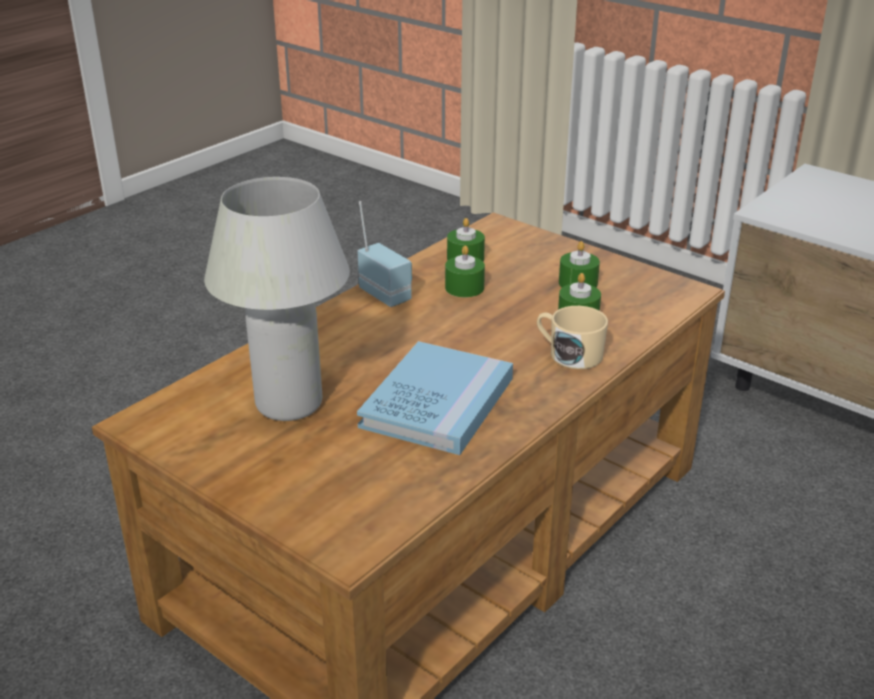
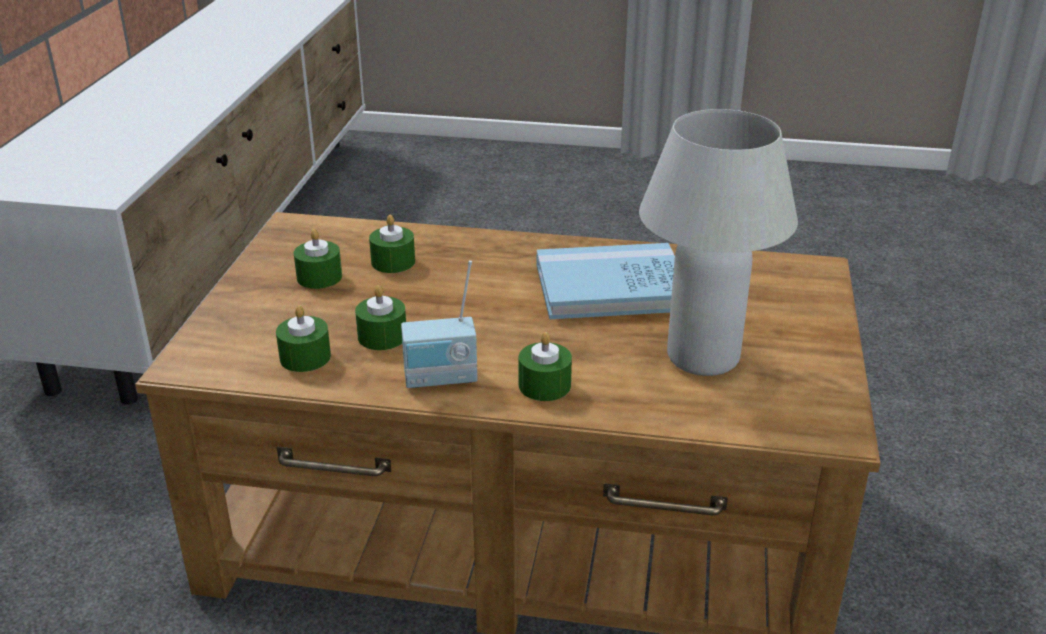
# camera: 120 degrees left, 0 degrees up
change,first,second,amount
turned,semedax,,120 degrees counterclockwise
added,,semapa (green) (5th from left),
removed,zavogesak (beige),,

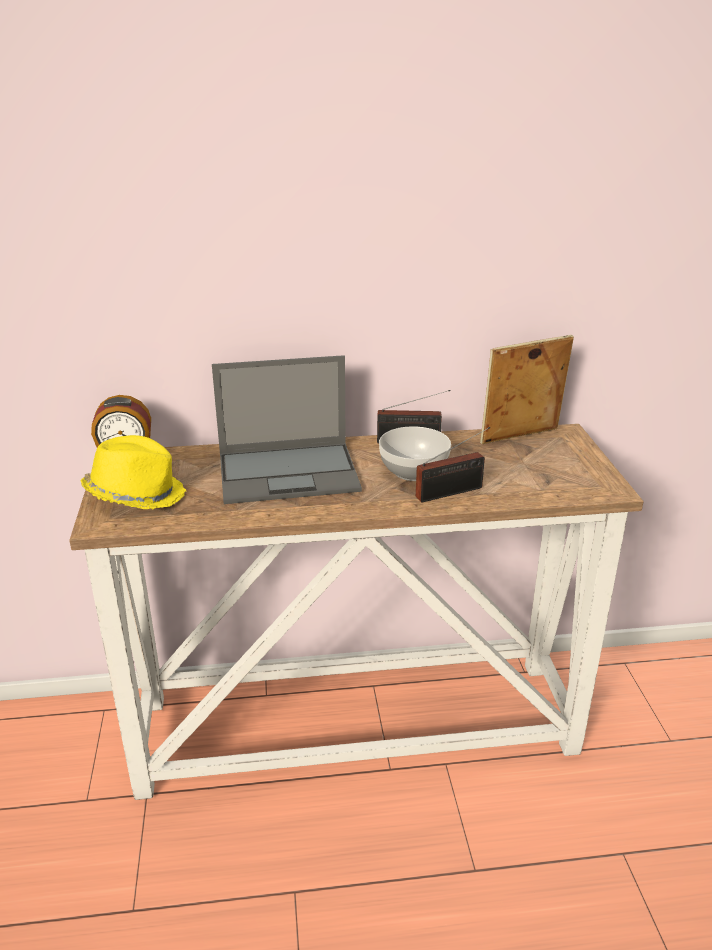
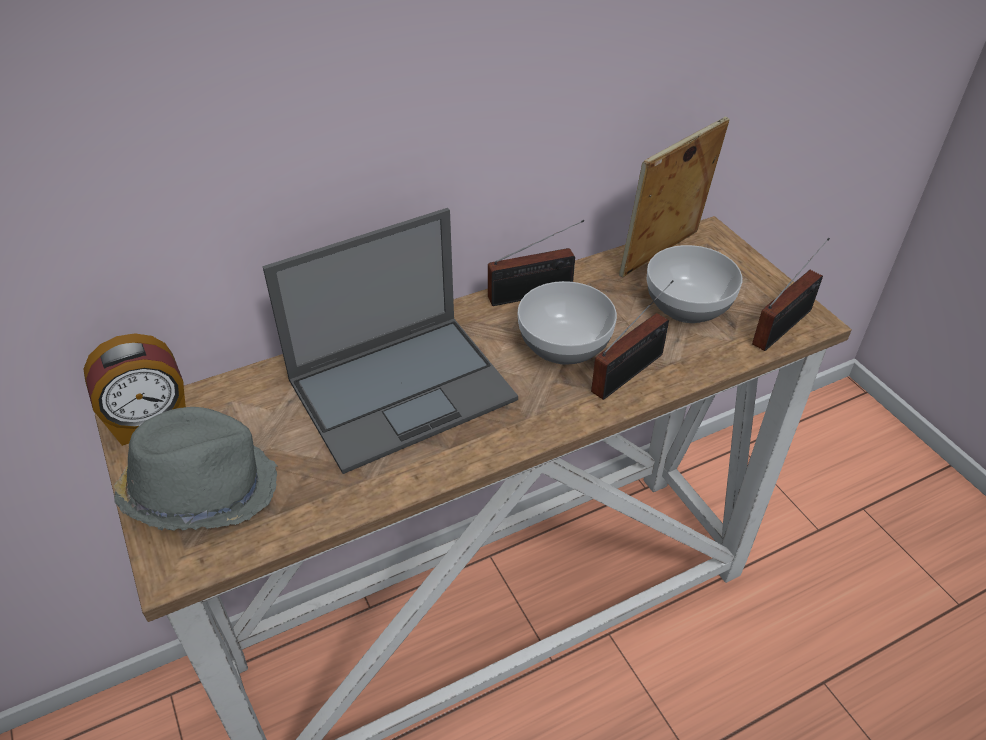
# camera: 20 degrees left, 15 degrees up
change,first,second,amount
recoloured,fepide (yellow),fepide (grey),
added,,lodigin (2nd from left),
added,,semedax (3rd from left),

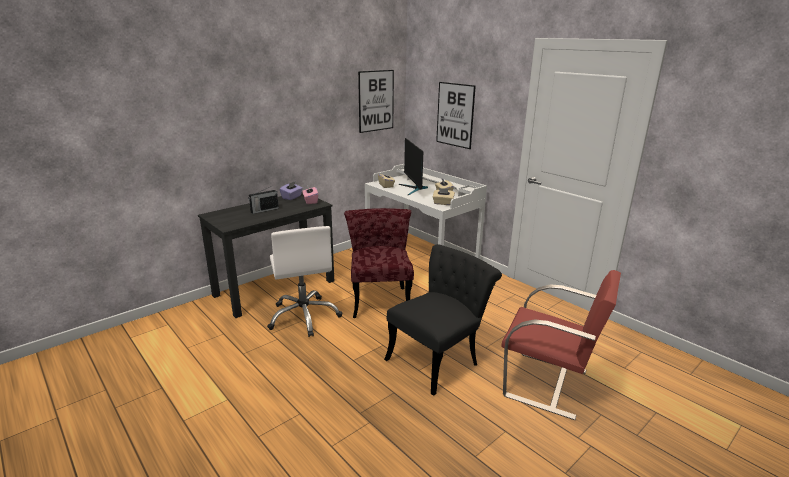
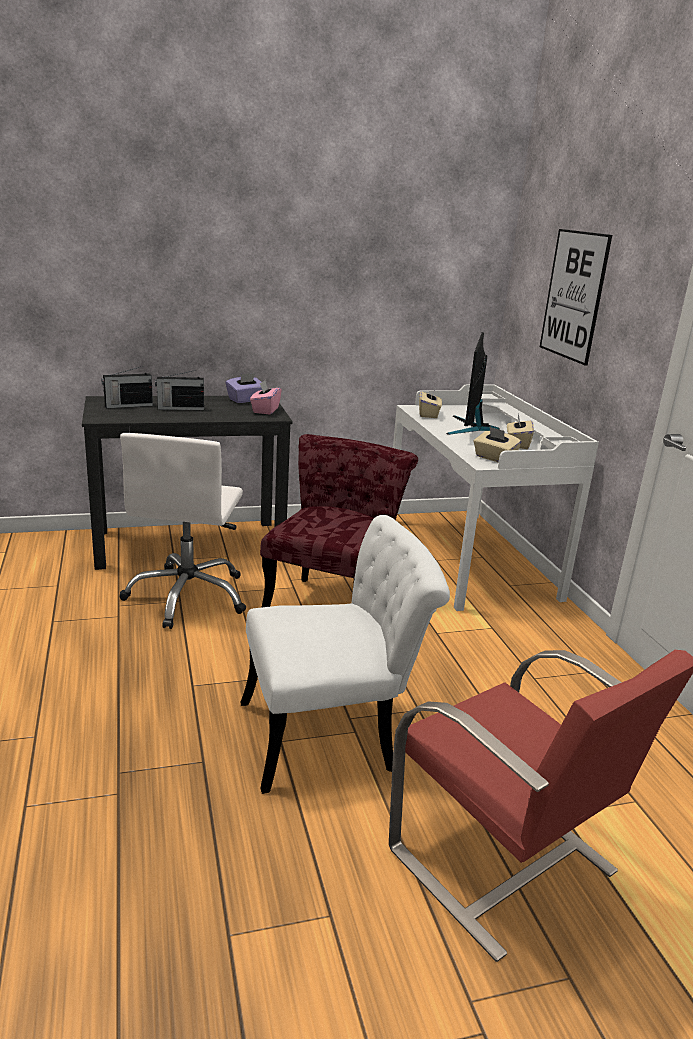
# camera: 25 degrees right, 0 degrees up
change,first,second,amount
added,,semedax (1st from left),
recoloured,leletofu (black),leletofu (white),
removed,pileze (1st from left),,

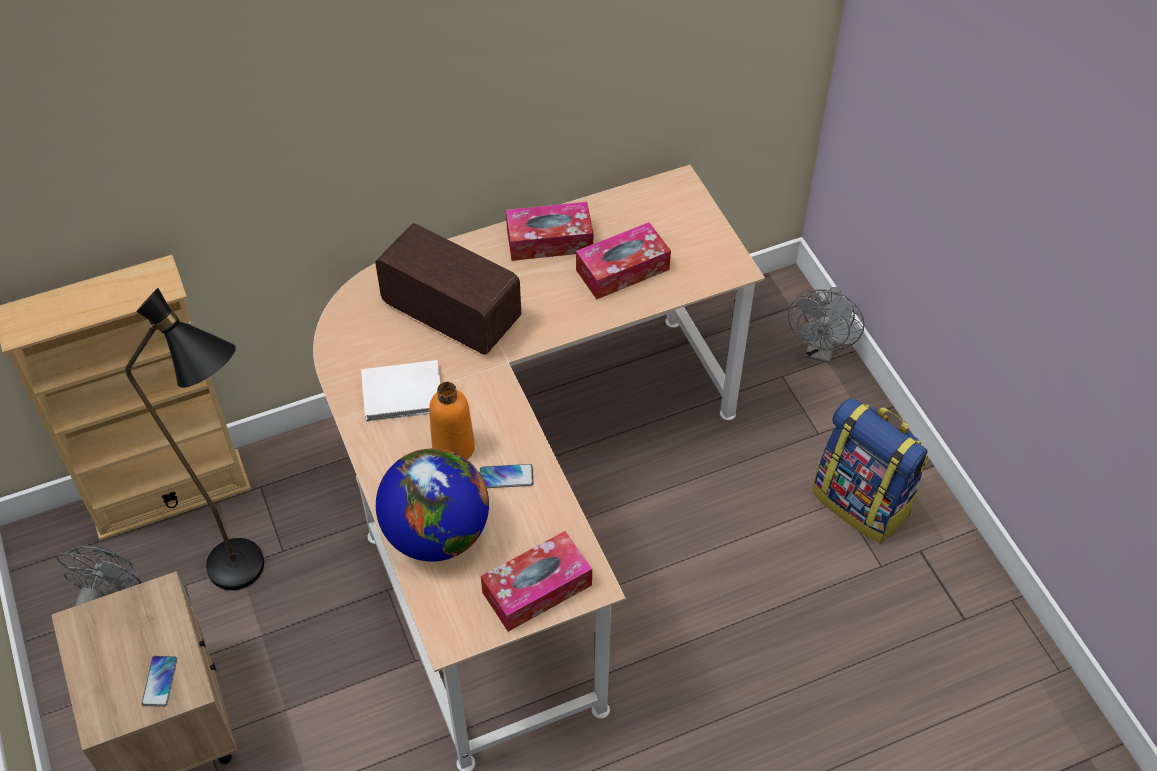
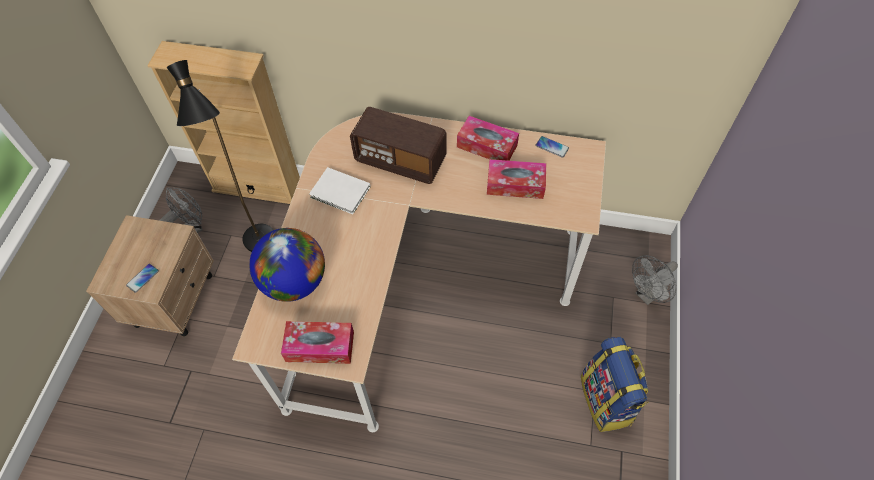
# camera: 35 degrees right, 5 degrees up
change,first,second,amount
turned,semedax,,135 degrees clockwise
moved,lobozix (2nd from left),,
removed,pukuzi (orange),,

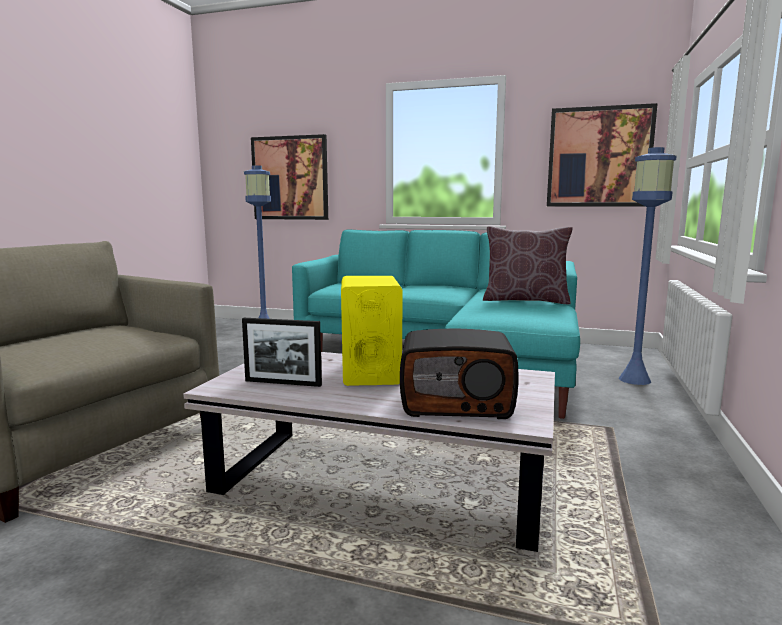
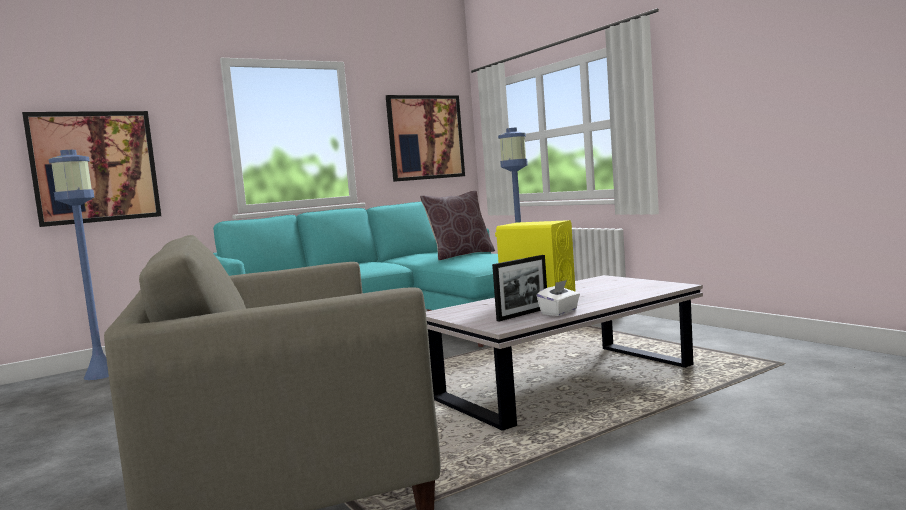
# camera: 50 degrees left, 5 degrees down
change,first,second,amount
added,,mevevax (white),
removed,semedax,,

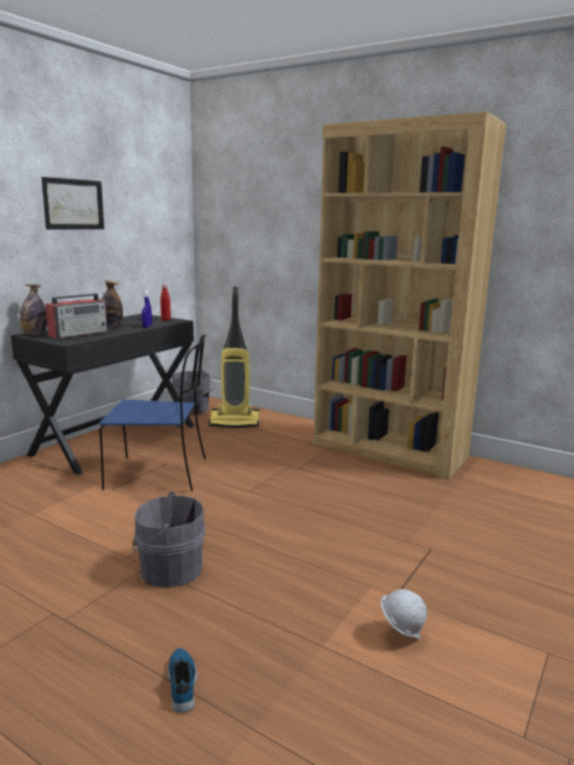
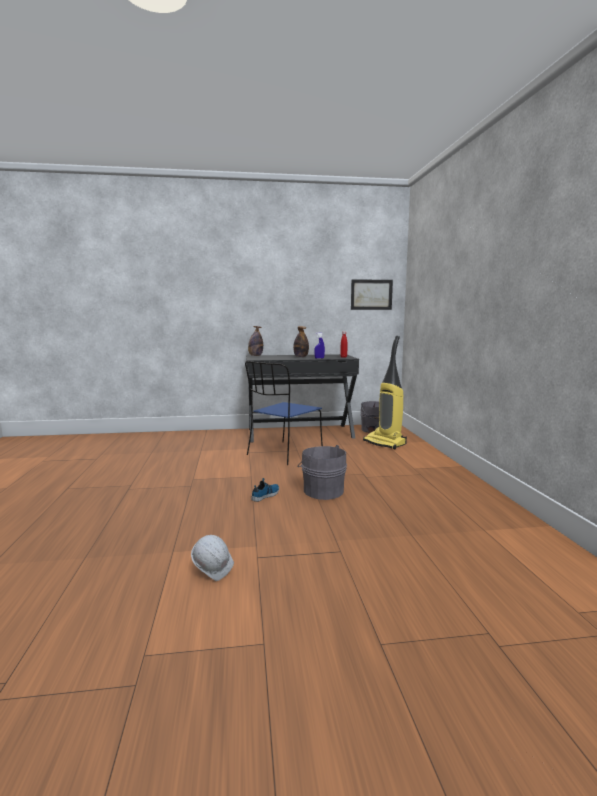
# camera: 50 degrees right, 5 degrees down
change,first,second,amount
turned,leletofu (blue),,75 degrees clockwise
moved,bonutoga,,
moved,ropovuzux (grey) (1st from left),,
moved,pileze,,
removed,semedax,,
removed,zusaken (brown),,

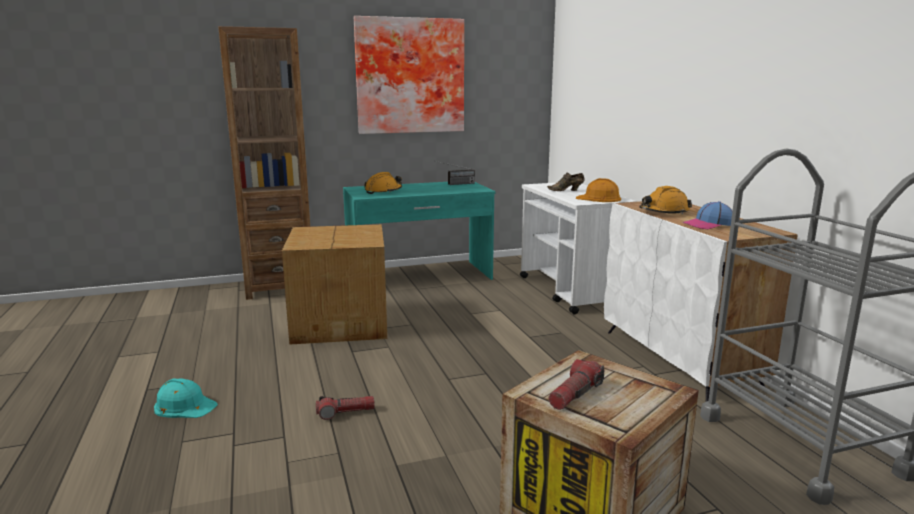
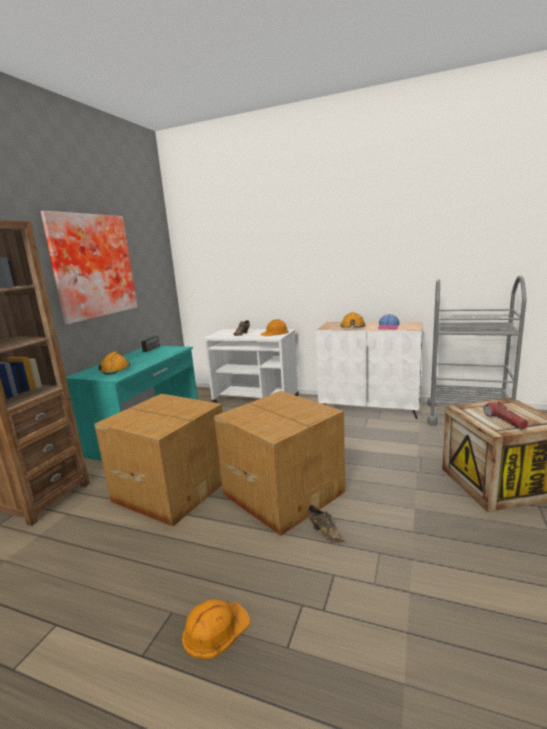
# camera: 50 degrees left, 0 degrees up
change,first,second,amount
recoloured,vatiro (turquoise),vatiro (orange) (2nd from left),
added,,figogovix (2nd from left),
replaced,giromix (1st from left),bonutoga (brown) (2nd from left),

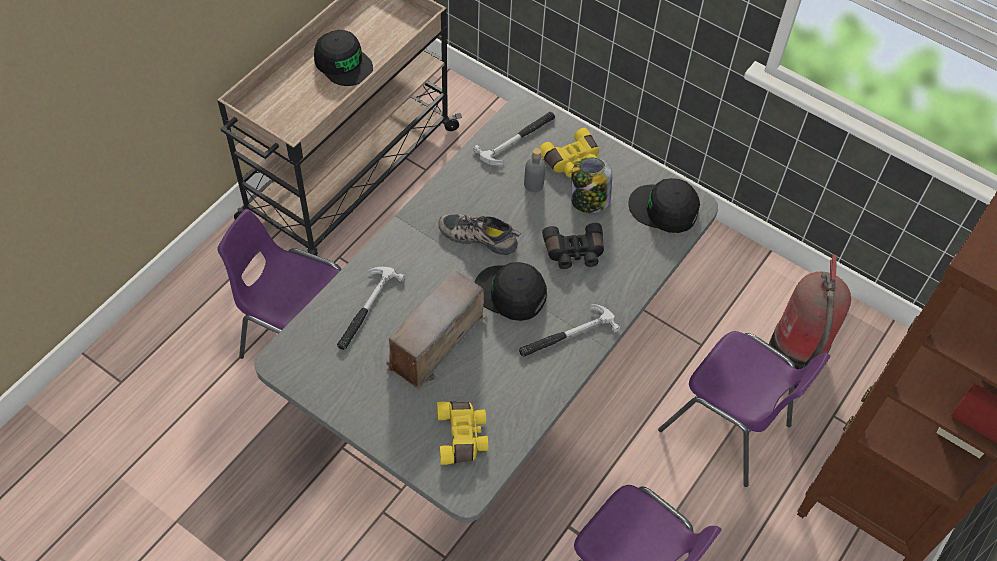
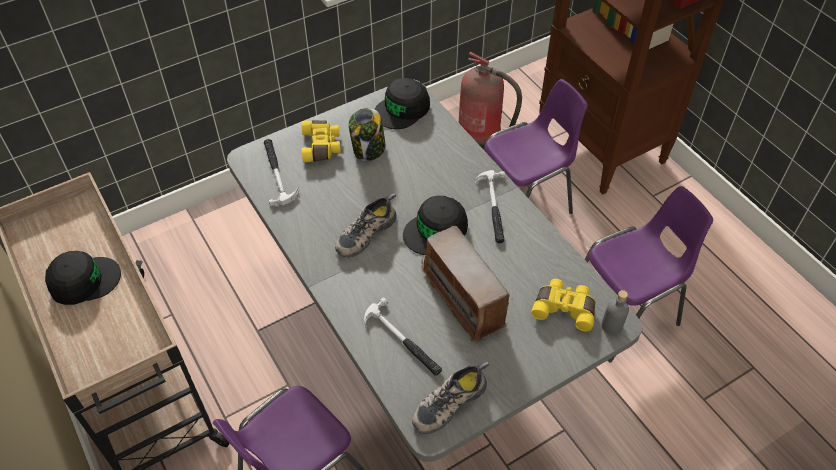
# camera: 65 degrees left, 5 degrees down
change,first,second,amount
added,,bonutoga (2nd from left),
moved,pukuzi (grey),,
removed,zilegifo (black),,

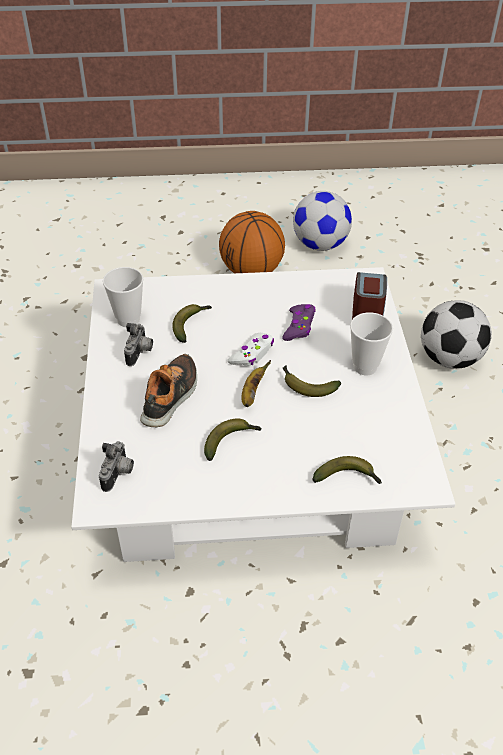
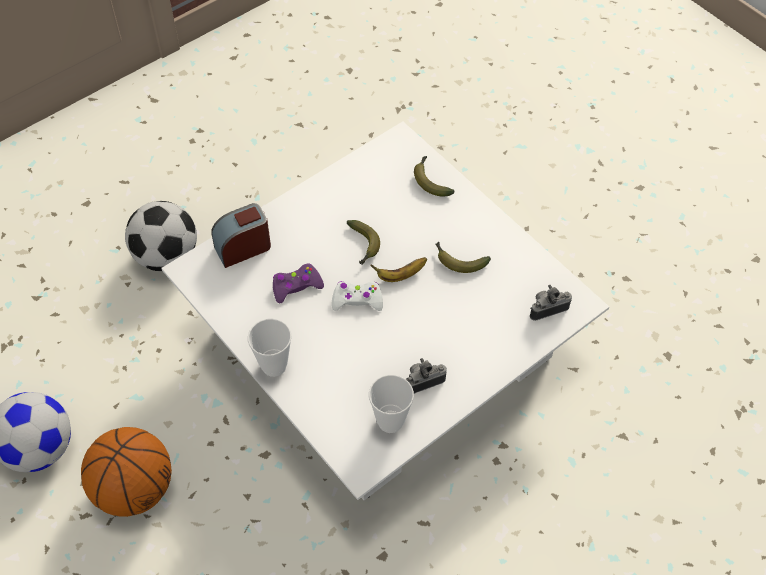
# camera: 125 degrees left, 10 degrees up
change,first,second,amount
moved,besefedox (2nd from left in the first image),besefedox (1st from left),
removed,bonutoga,,
removed,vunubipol (1st from left),,

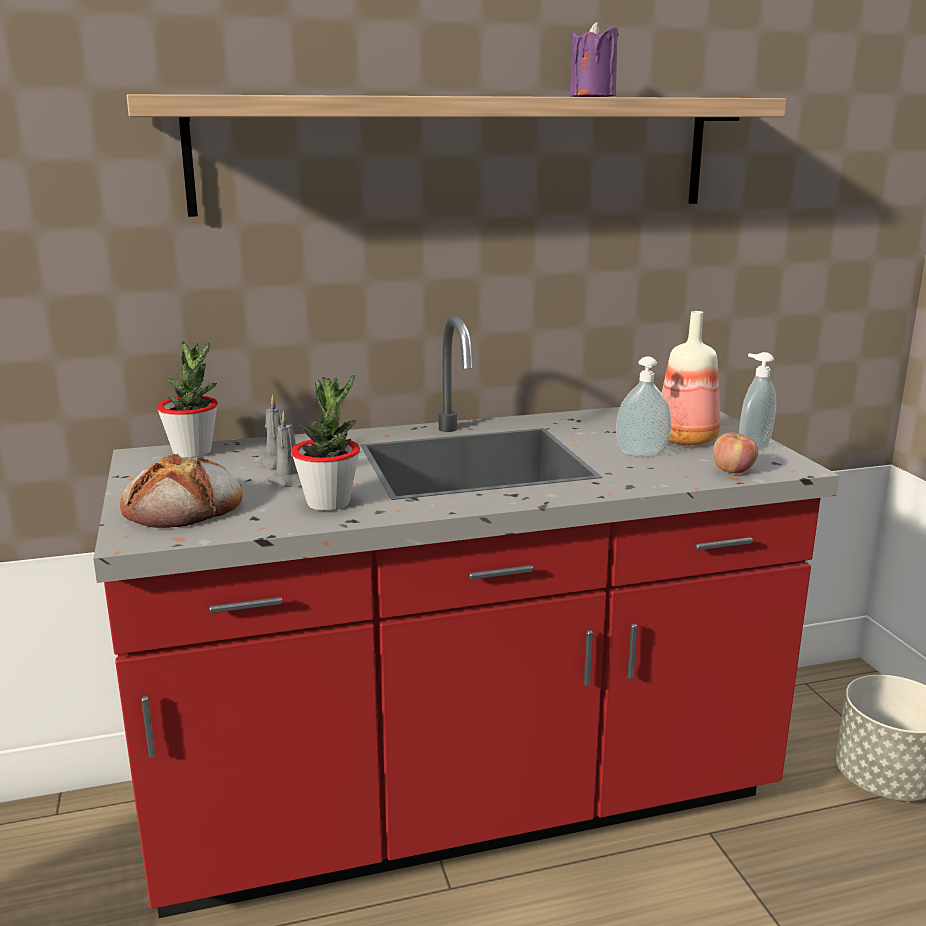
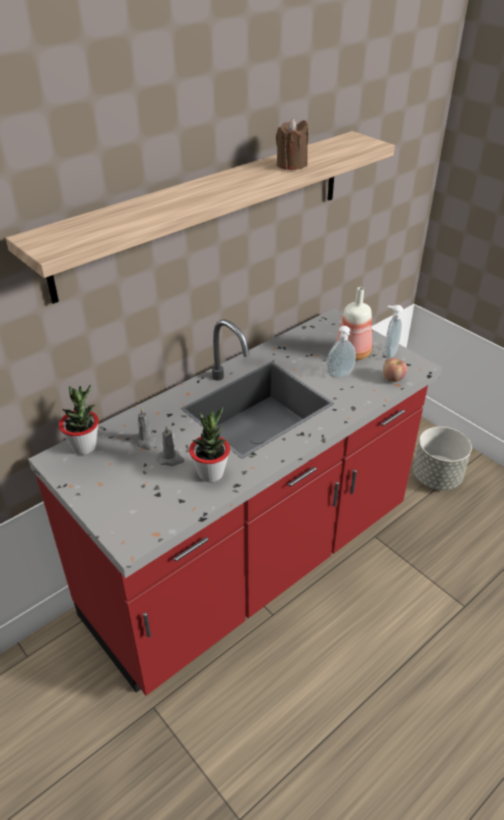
# camera: 25 degrees left, 20 degrees up
change,first,second,amount
recoloured,semapa (purple),semapa (brown),
removed,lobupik,,

